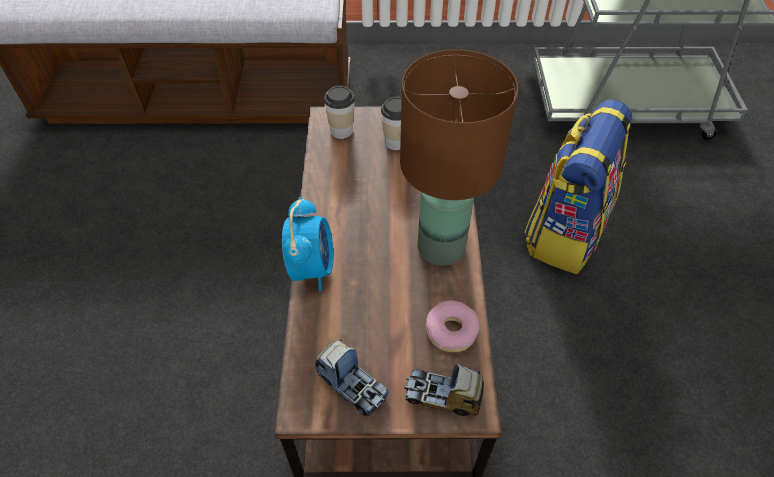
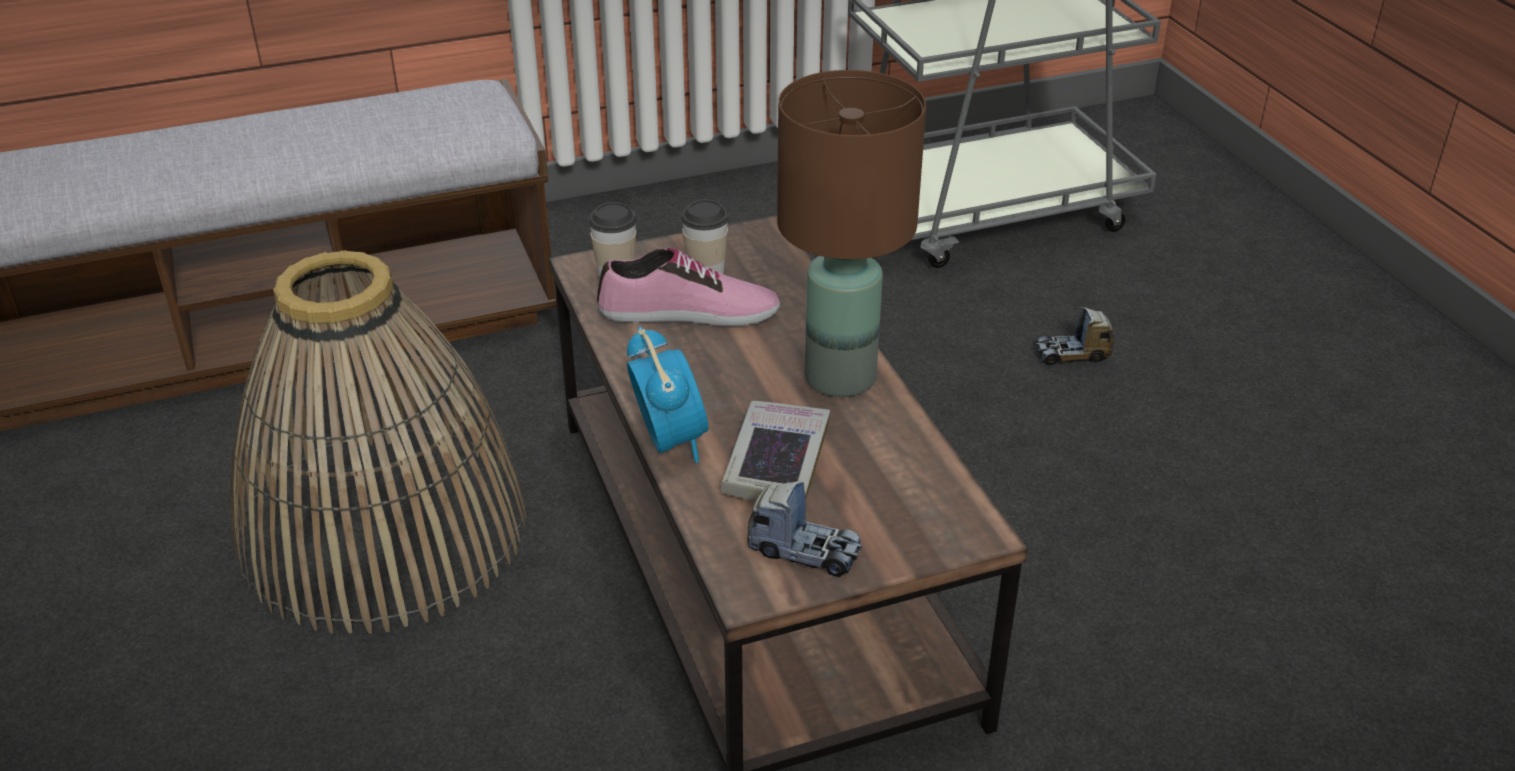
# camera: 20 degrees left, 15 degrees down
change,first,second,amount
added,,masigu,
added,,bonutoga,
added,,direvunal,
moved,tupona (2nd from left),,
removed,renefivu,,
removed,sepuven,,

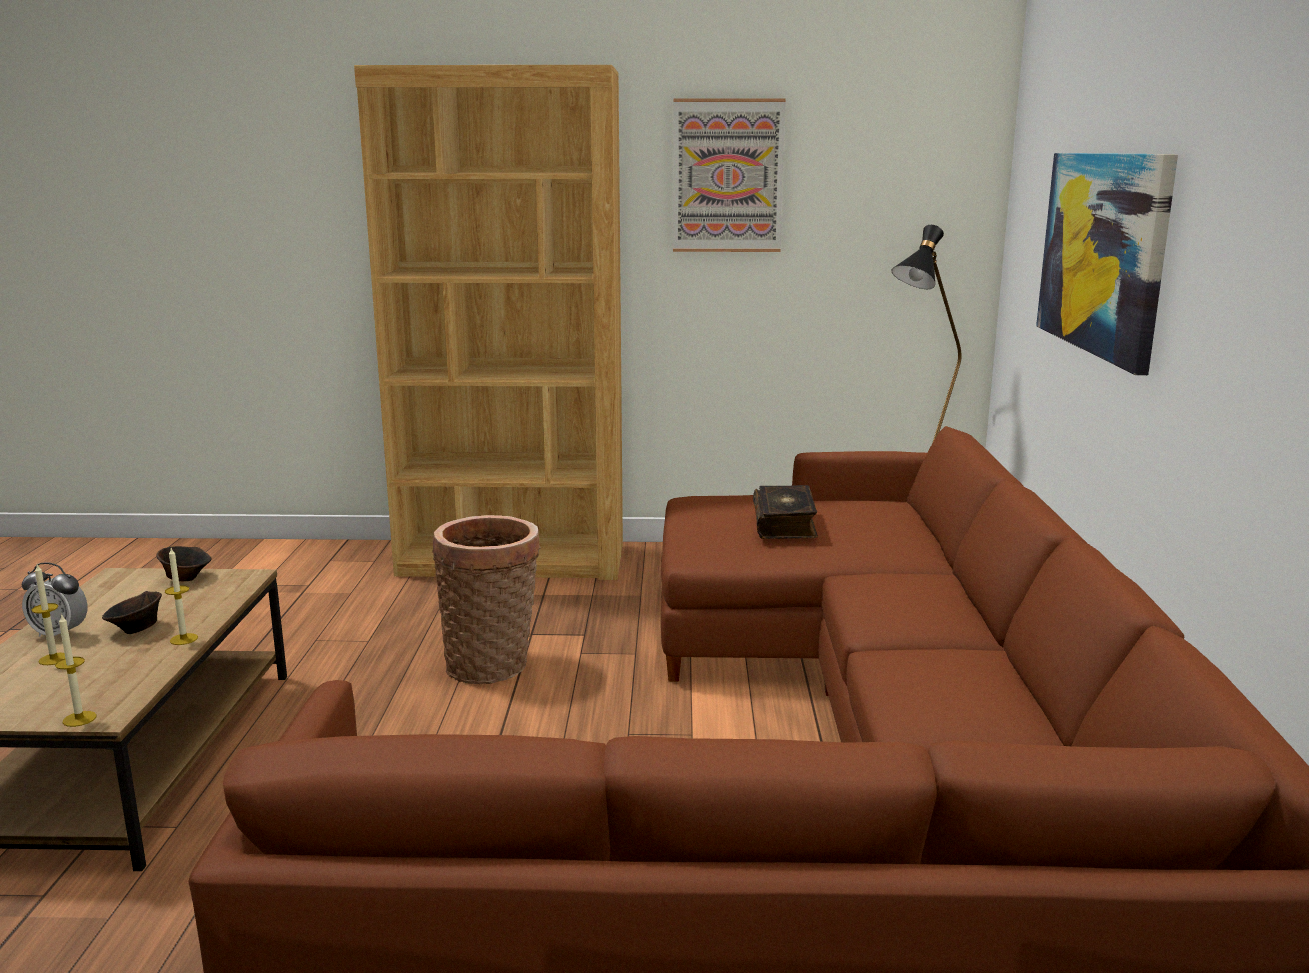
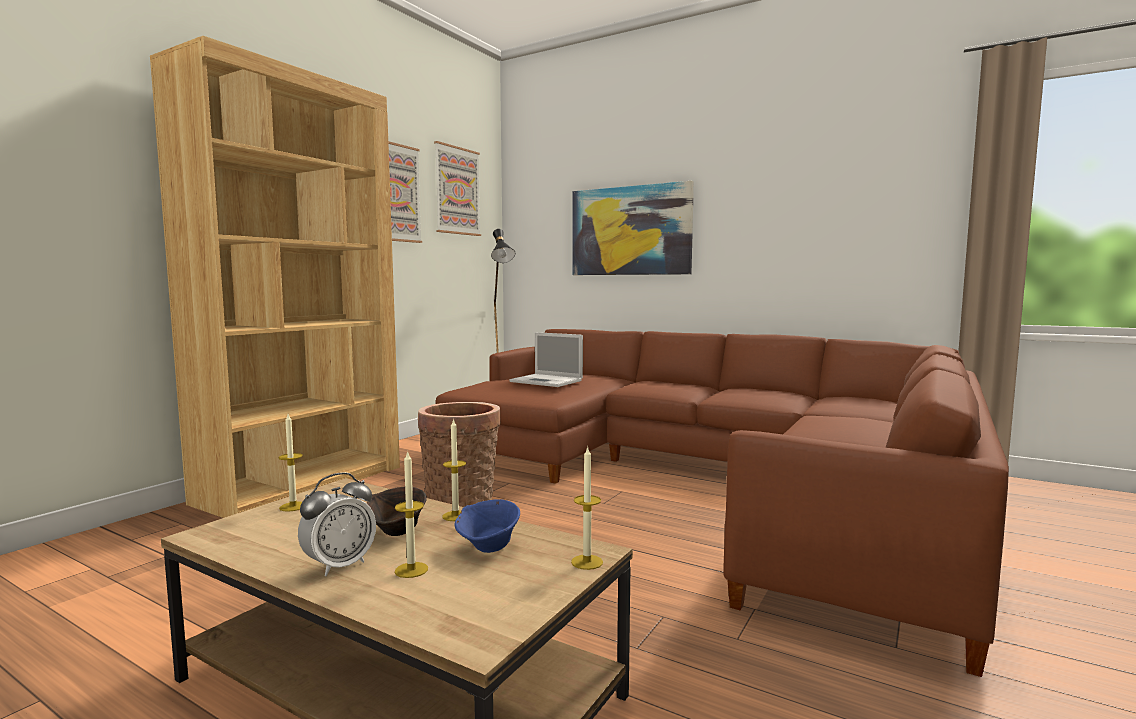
# camera: 60 degrees left, 10 degrees down
change,first,second,amount
replaced,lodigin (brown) (2nd from left),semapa (1st from left),
added,,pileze (2nd from left),
added,,lodigin (blue),
replaced,direvunal,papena,

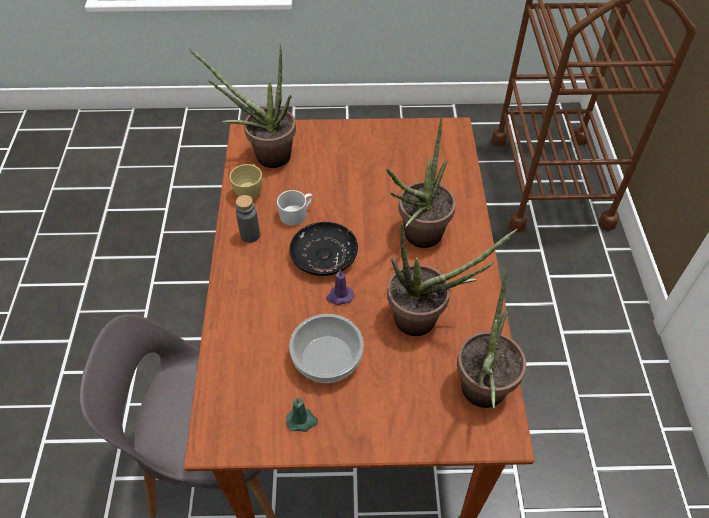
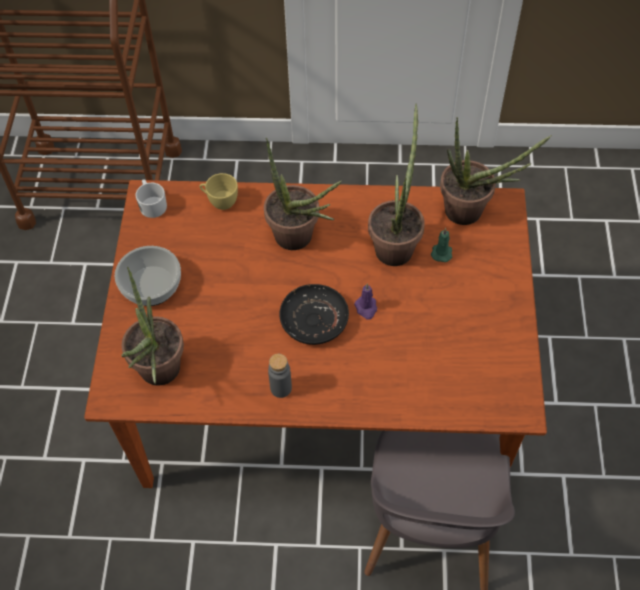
# camera: 85 degrees left, 5 degrees up
change,first,second,amount
moved,lodigin,,
moved,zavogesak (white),,
moved,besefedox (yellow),,
moved,semapa (green),,

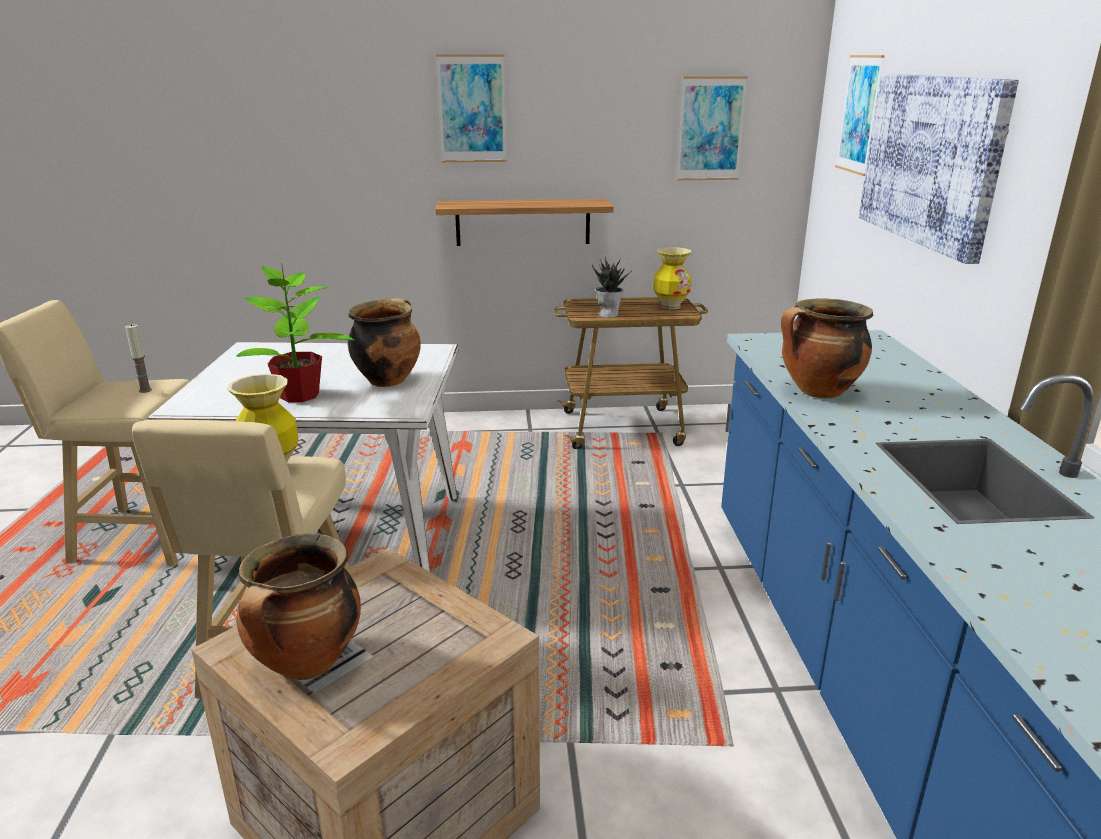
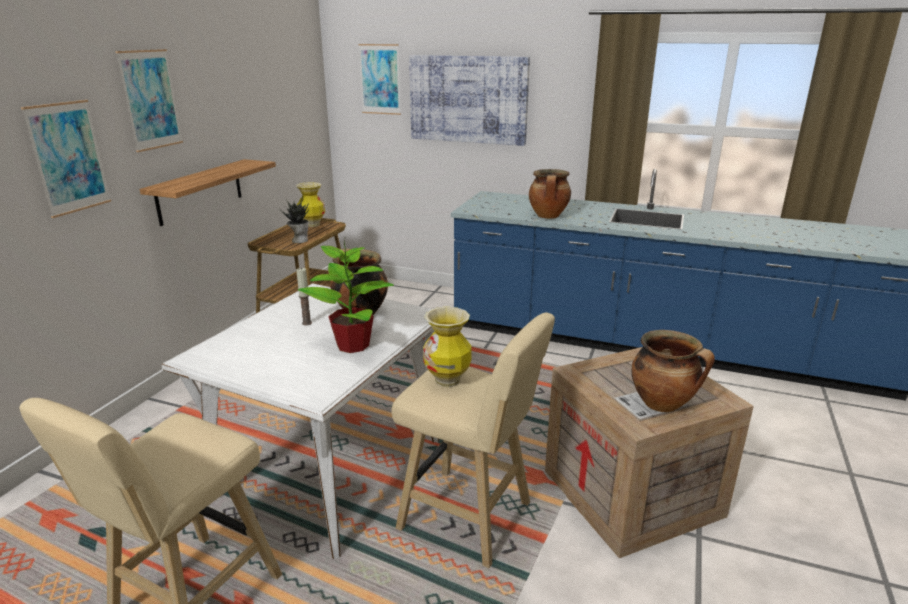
# camera: 65 degrees left, 0 degrees up
change,first,second,amount
moved,pileze (2nd from left in the first image),pileze (1st from left),
moved,semapa,,

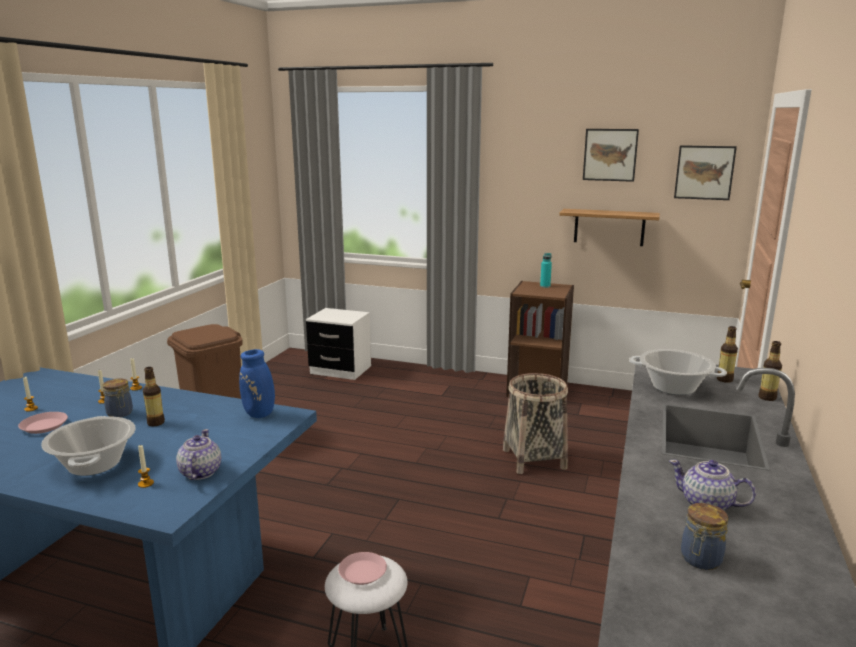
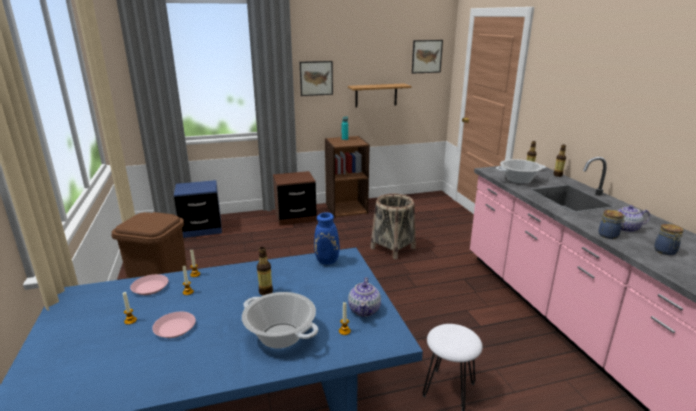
# camera: 35 degrees left, 5 degrees up
change,first,second,amount
moved,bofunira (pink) (2nd from left in the first image),bofunira (pink) (1st from left),
recoloured,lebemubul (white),lebemubul (blue),
added,,lebemubul (brown),
moved,pileze (1st from left),,
turned,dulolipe (1st from left),,135 degrees counterclockwise
moved,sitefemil (1st from left),,

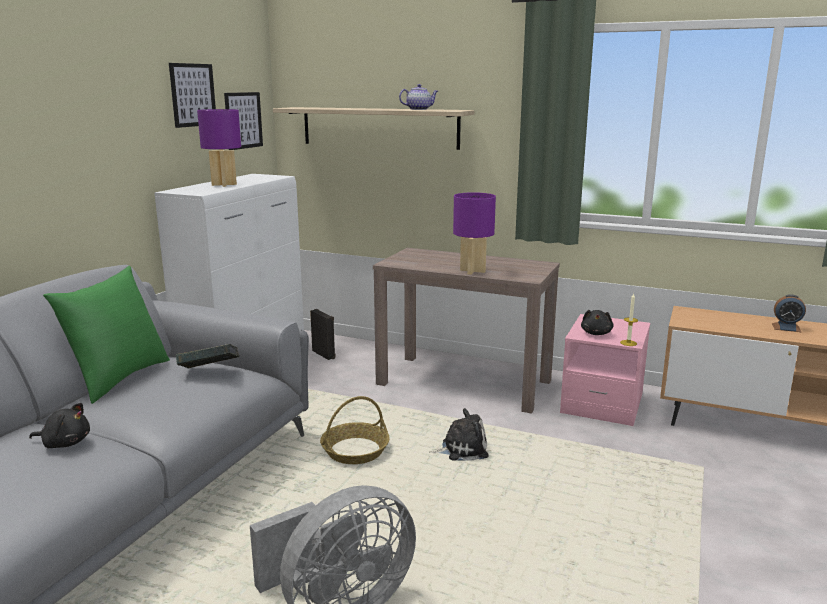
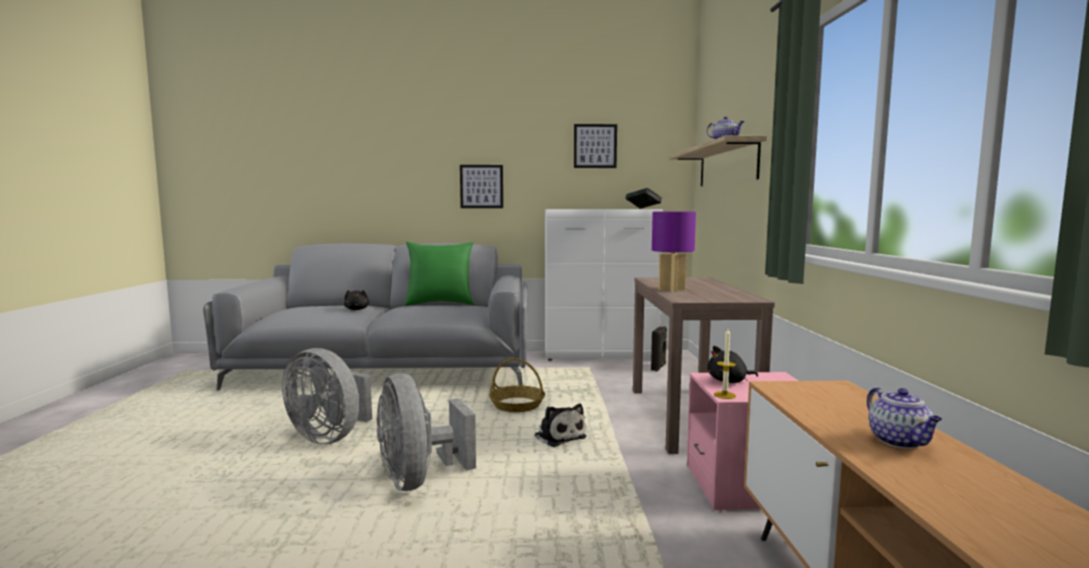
# camera: 65 degrees right, 10 degrees down
change,first,second,amount
added,,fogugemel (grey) (2nd from left),
moved,pileze (2nd from left in the first image),pileze (1st from left),
moved,direvunal,,
replaced,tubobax,dulolipe (2nd from left),
removed,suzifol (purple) (1st from left),,

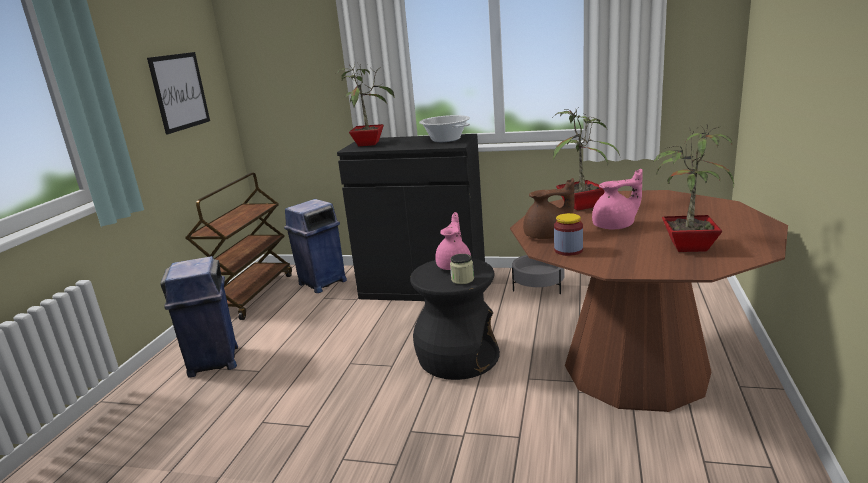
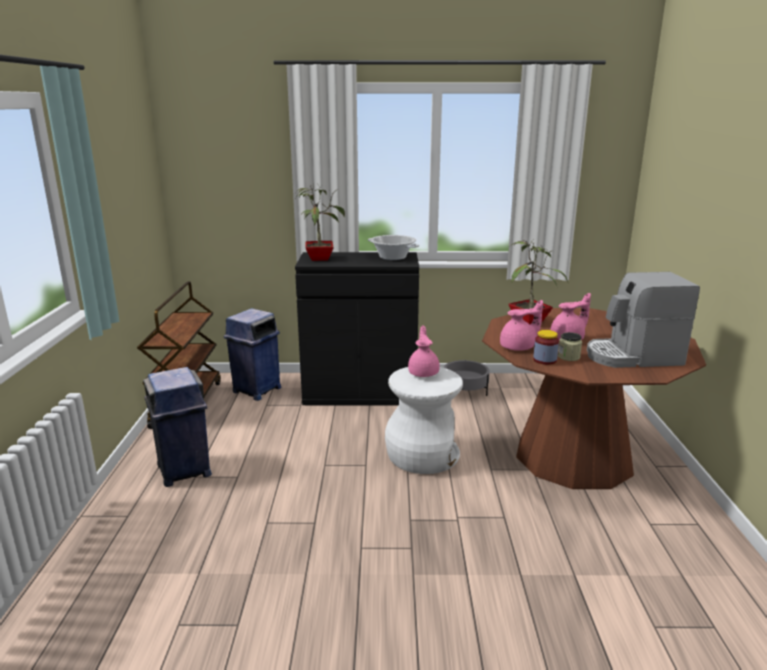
# camera: 15 degrees left, 0 degrees up
change,first,second,amount
recoloured,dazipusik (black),dazipusik (white),
recoloured,dulolipe (brown),dulolipe (pink) (2nd from left),
moved,sitefemil (1st from left in the first image),sitefemil (2nd from left),
replaced,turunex (3rd from left),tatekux,
removed,pileze,,

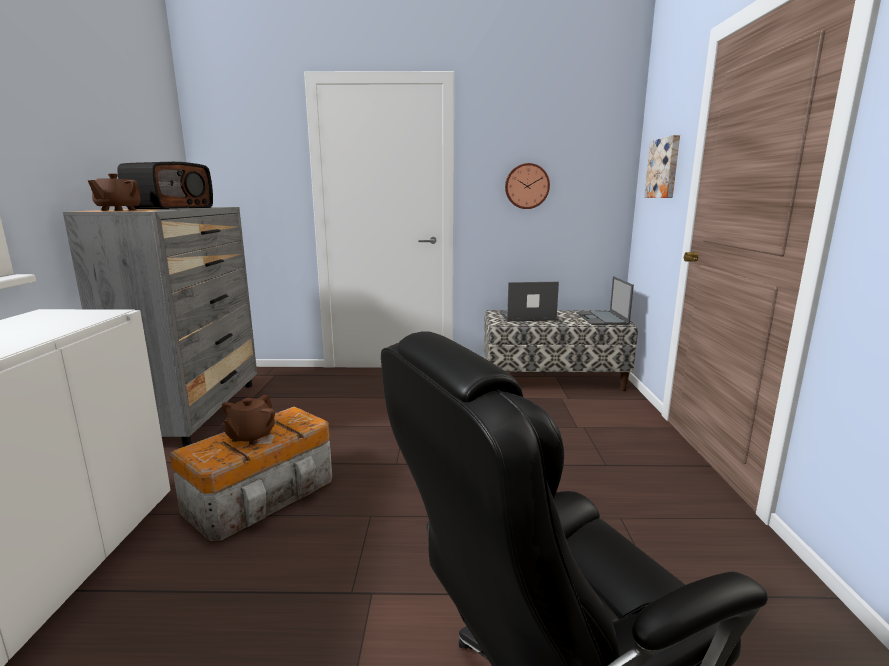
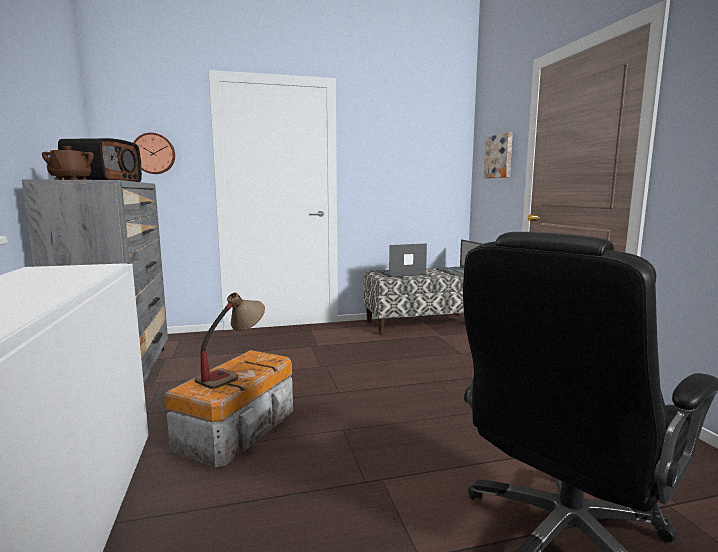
# camera: 15 degrees left, 5 degrees down
change,first,second,amount
moved,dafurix,,
replaced,dulolipe (brown) (2nd from left),suzifol,

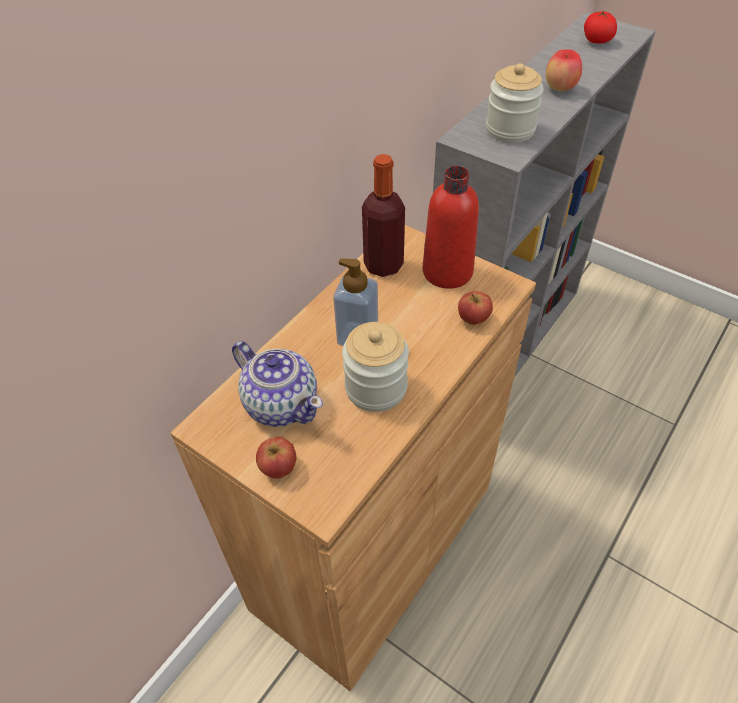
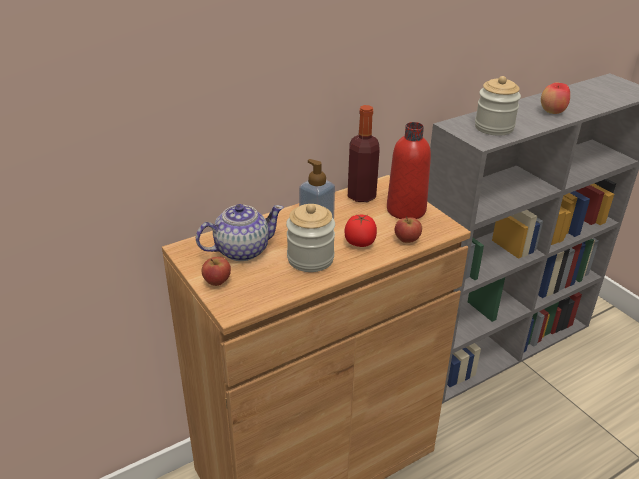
# camera: 20 degrees right, 15 degrees down
change,first,second,amount
turned,dulolipe,,90 degrees counterclockwise
moved,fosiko,,

